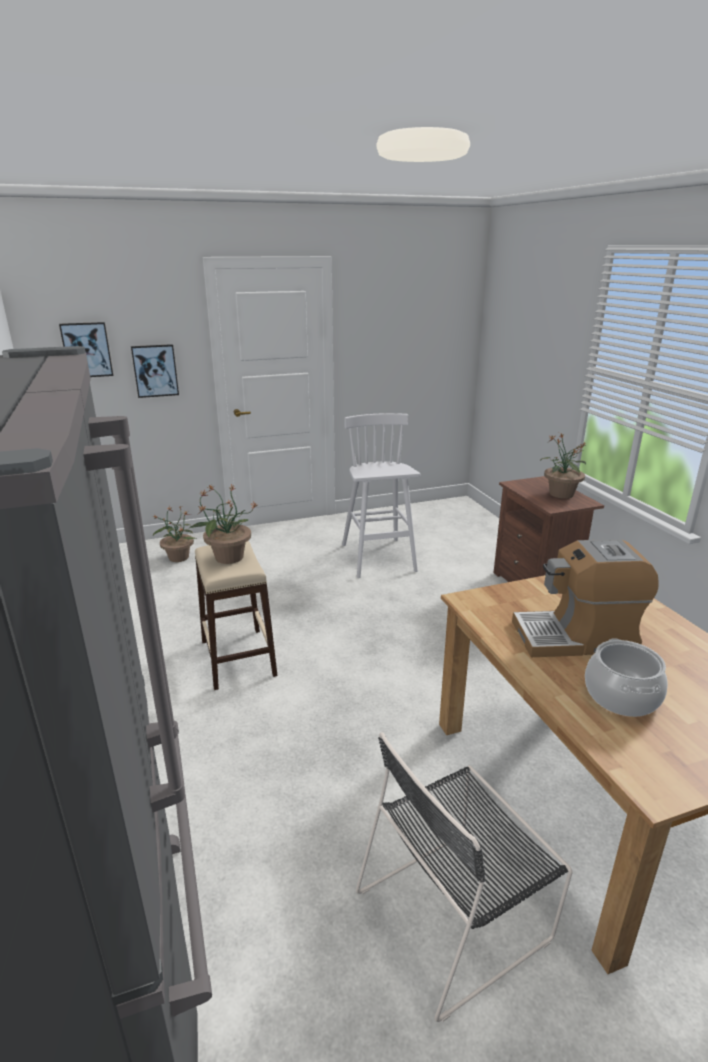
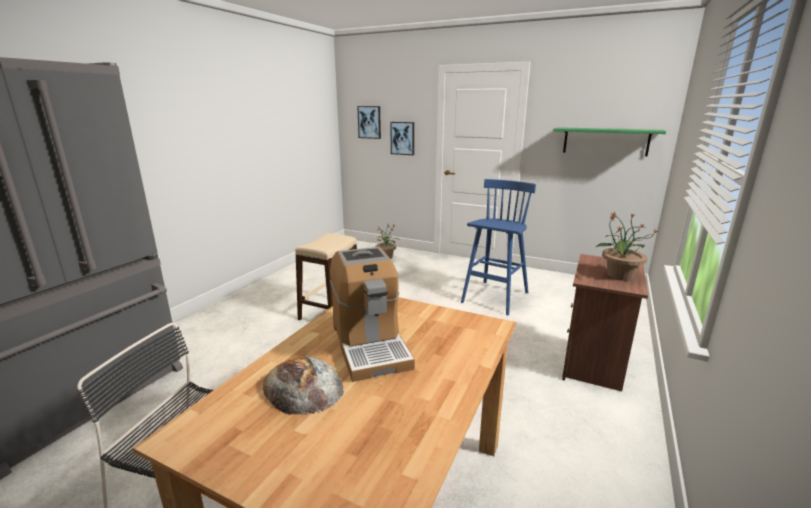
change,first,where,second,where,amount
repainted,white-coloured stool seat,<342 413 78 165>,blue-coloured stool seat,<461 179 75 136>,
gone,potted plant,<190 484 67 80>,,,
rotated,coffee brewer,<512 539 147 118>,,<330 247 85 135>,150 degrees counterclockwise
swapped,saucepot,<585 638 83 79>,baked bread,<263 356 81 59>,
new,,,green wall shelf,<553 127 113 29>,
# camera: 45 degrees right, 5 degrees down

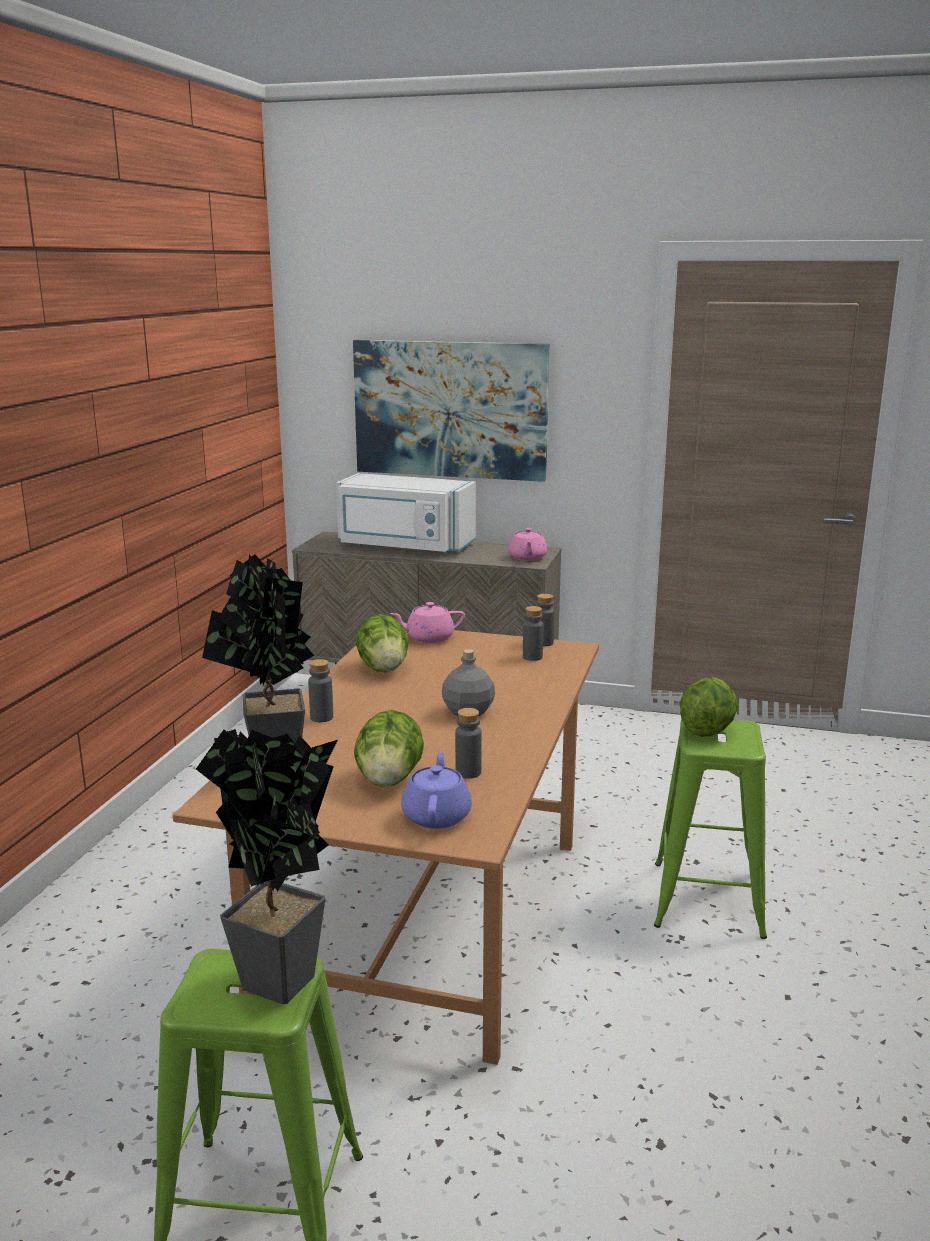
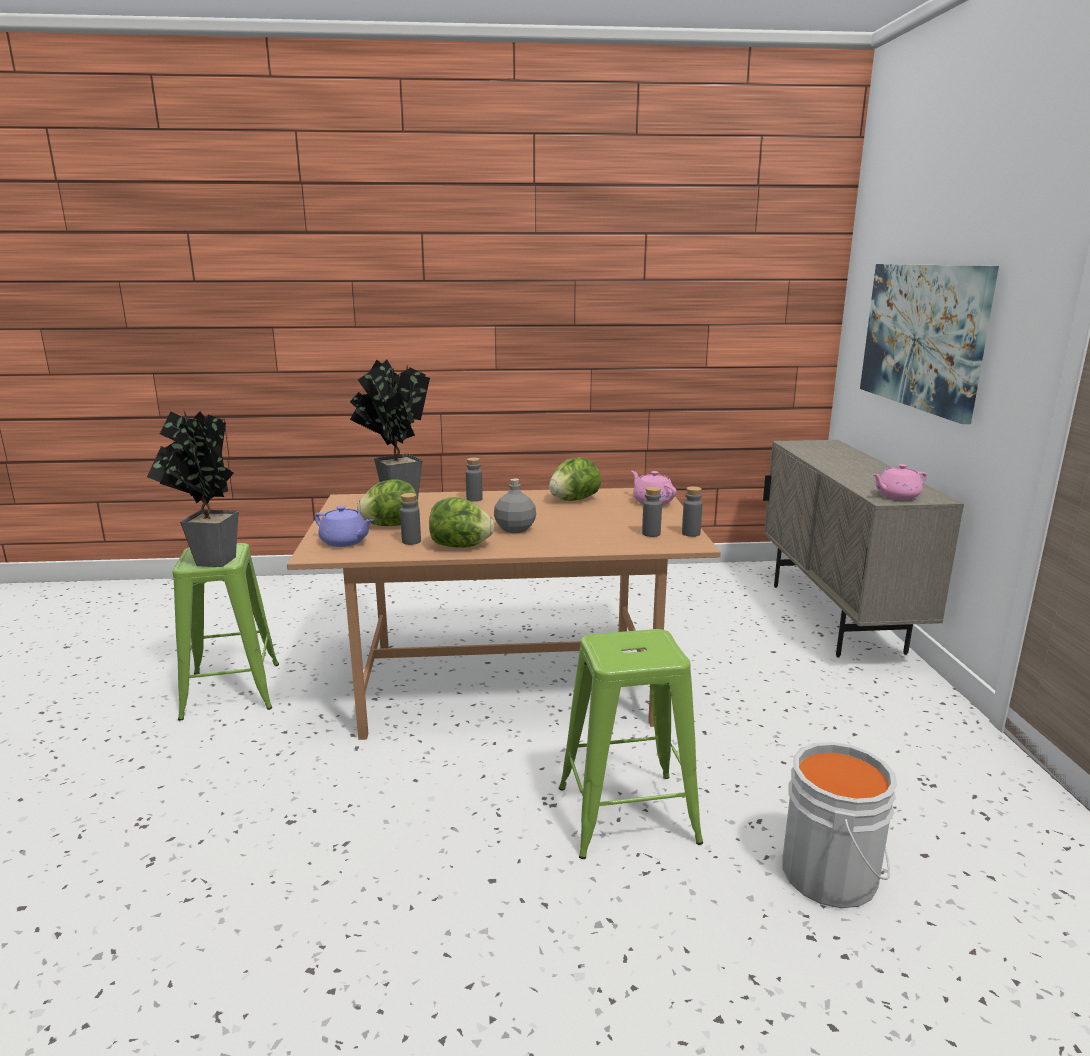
change,first,where,second,where,amount
gone,white-coloured microwave,<336 473 140 81>,,,
shifted,lettuce head,<680 677 58 60>,,<429 497 65 51>,
rotated,purple tea pot,<401 751 71 78>,,<315 506 58 41>,45 degrees clockwise
new,,,gray pail,<782 742 115 166>,
# camera: 70 degrees right, 0 degrees up

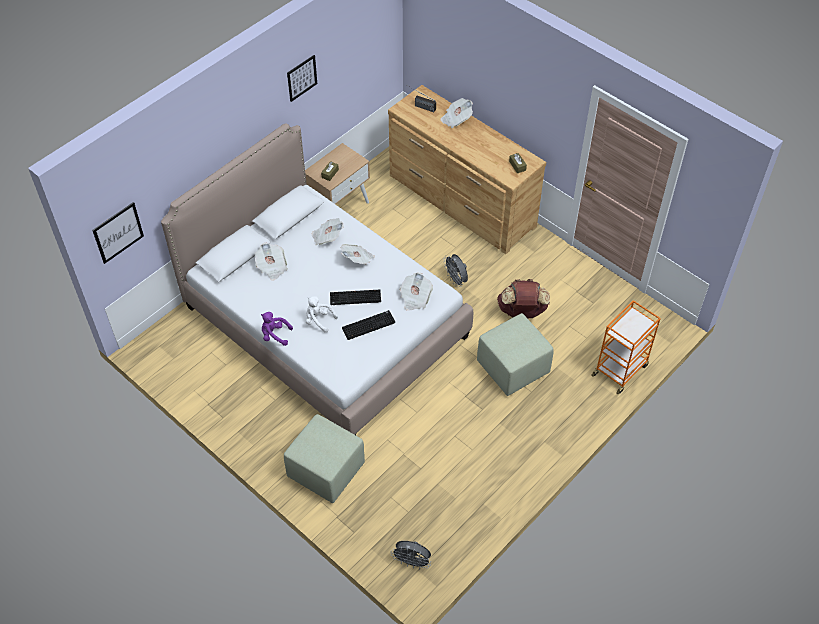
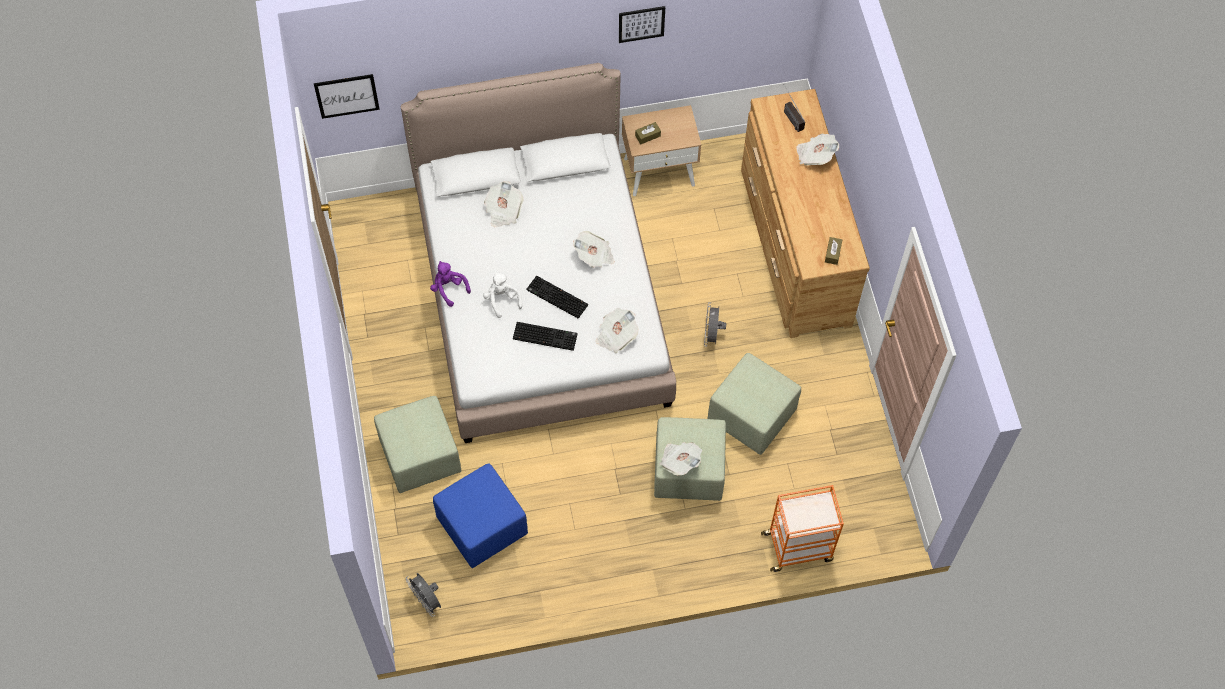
change,first,where,second,where,amount
shifted,newspaper,<311 218 33 27>,,<659 442 43 33>,
swapped,brownish knapsack,<497 279 53 39>,green pouffe,<707 353 94 102>,
new,,,blue-coloured pouffe,<433 464 95 104>,
# camera: 35 degrees right, 10 degrees up

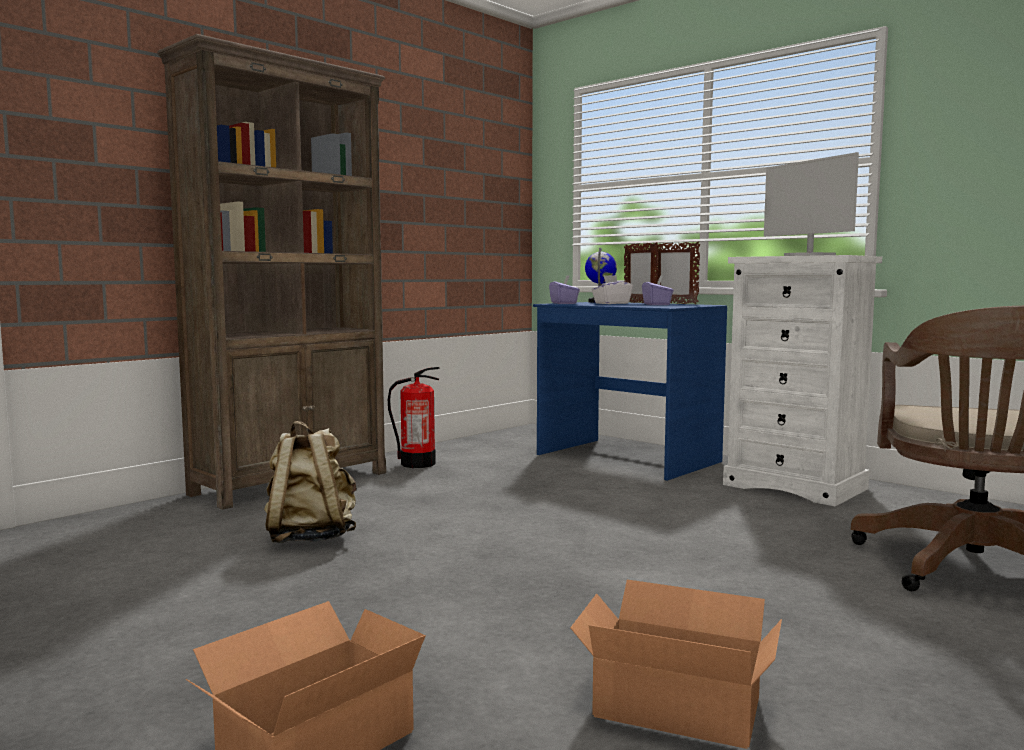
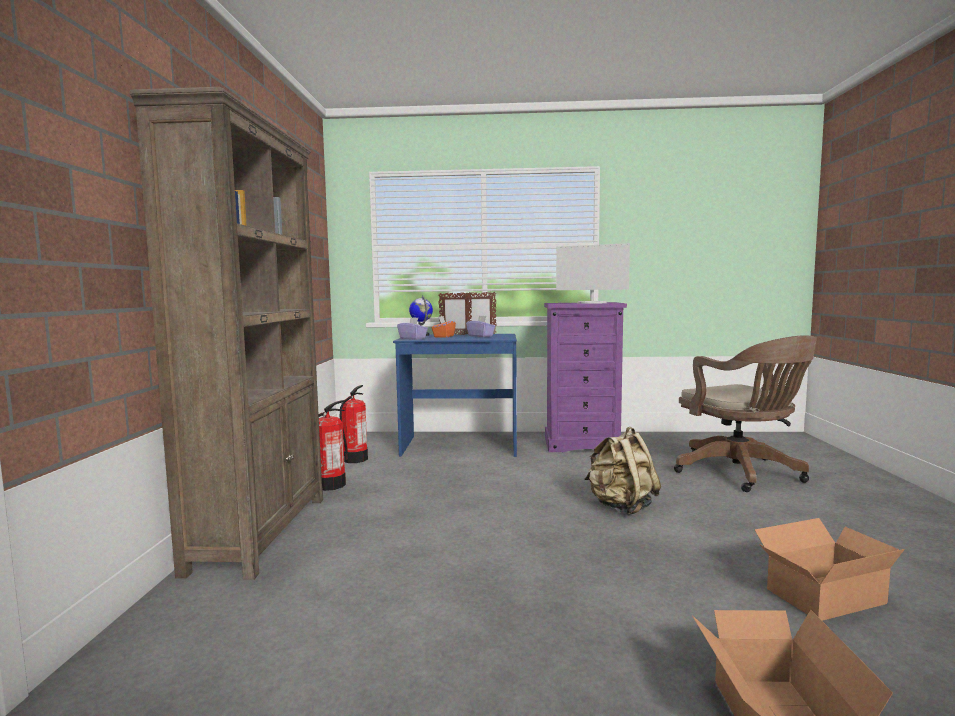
change,first,where,second,where,amount
repainted,white-coloured chest of drawers,<723 255 159 251>,purple chest of drawers,<544 302 83 150>,
repainted,white-coloured tissue holder,<592 275 41 29>,orange tissue holder,<431 316 25 22>,
shifted,beige knapsack,<264 421 93 122>,,<584 427 77 88>,
new,,,extinguisher,<340 385 28 78>,
# camera: 40 degrees left, 0 degrees up

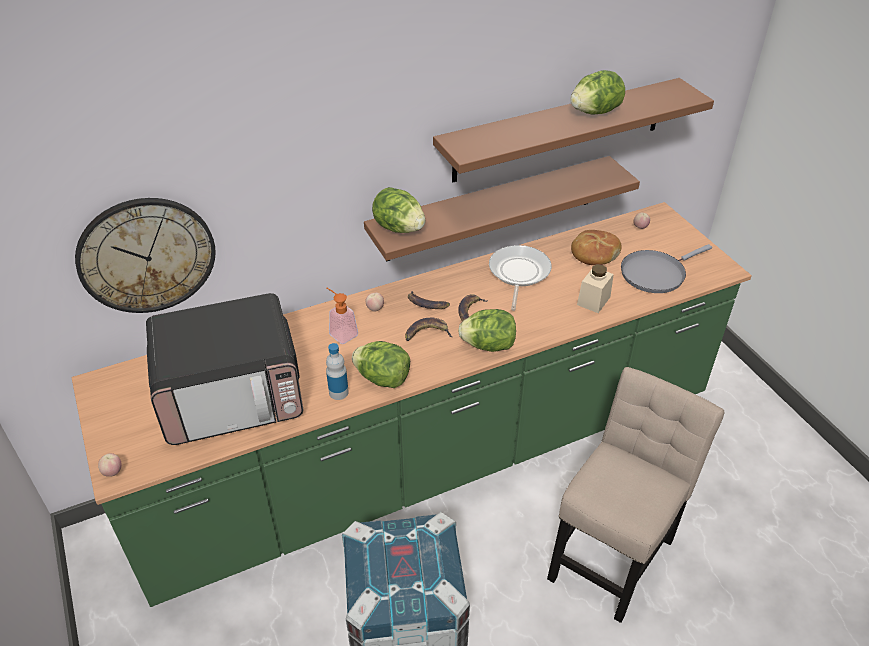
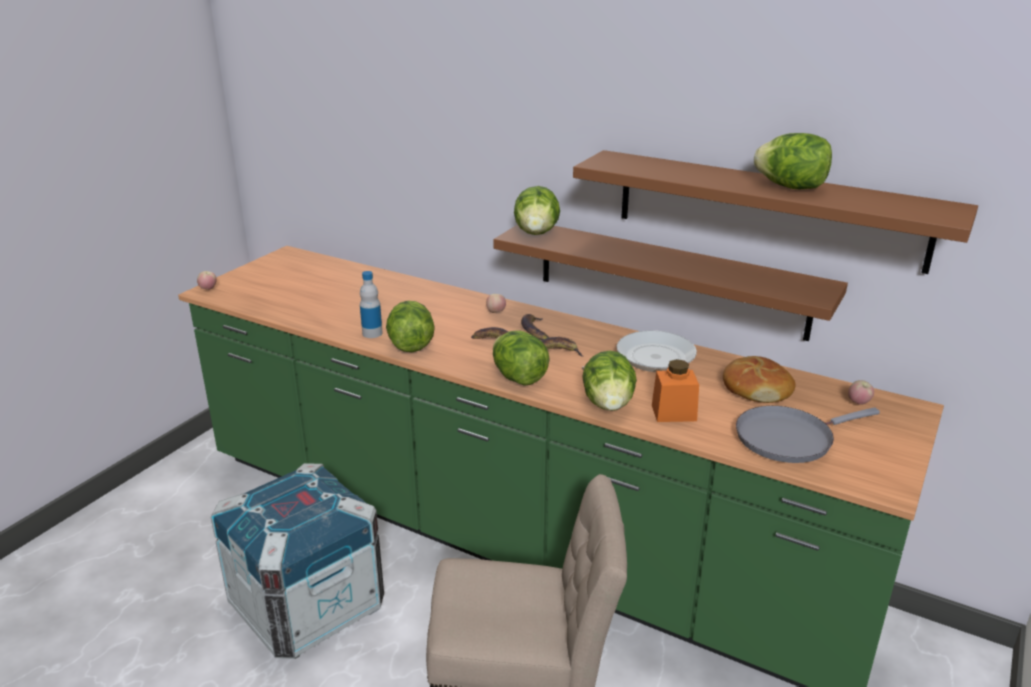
change,first,where,second,where,amount
gone,wall clock,<75 198 141 115>,,,
rotated,gray frying pan,<621 244 91 49>,,<736 406 144 57>,45 degrees counterclockwise
repainted,beige jar,<577 264 37 49>,orange jar,<652 359 47 63>,
gone,soap bottle,<326 287 32 57>,,,
gone,microwave,<146 293 157 152>,,,
new,,,lettuce head,<582 350 55 61>,
# camera: 55 degrees right, 15 degrees down

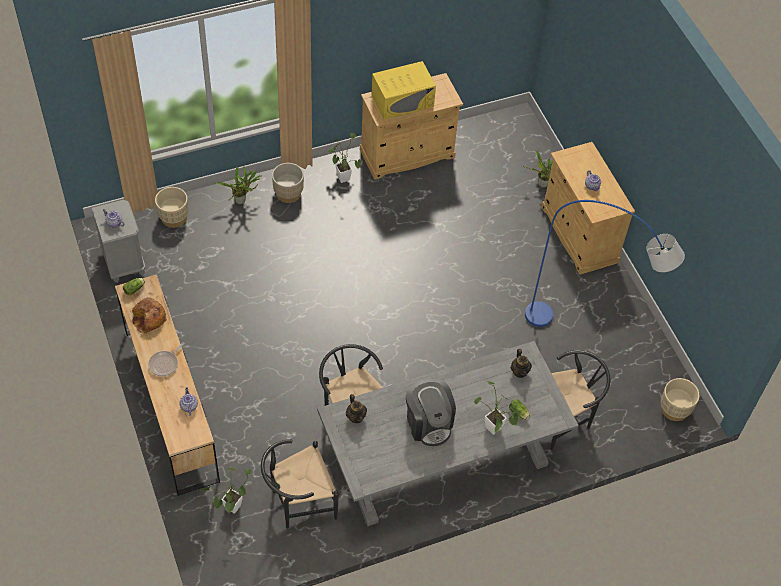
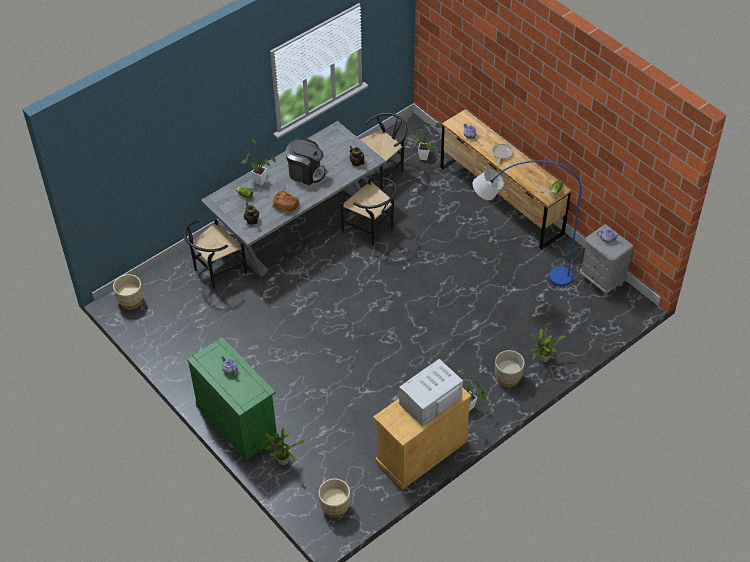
change,first,where,second,where,amount
repainted,yellow-coloured microwave,<371 61 65 59>,white-coloured microwave,<399 359 64 67>,
repainted,beige storage cabinet,<541 142 94 133>,green storage cabinet,<187 337 92 123>,
shifted,beige planter,<155 187 33 41>,,<319 479 31 39>,
shifted,blue-coloured standing lamp,<525 200 160 127>,,<473 160 108 127>,
shifted,baked bread,<132 297 35 36>,,<273 190 26 22>,
rotated,coffee brewer,<406 379 50 67>,,<286 138 40 47>,150 degrees clockwise
# camera: 165 degrees right, 5 degrees down

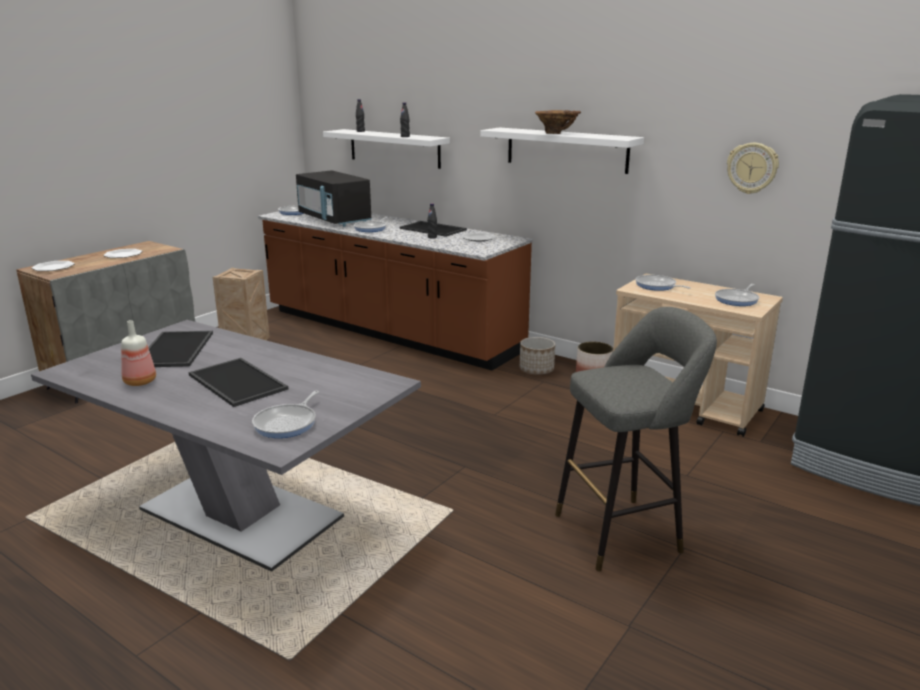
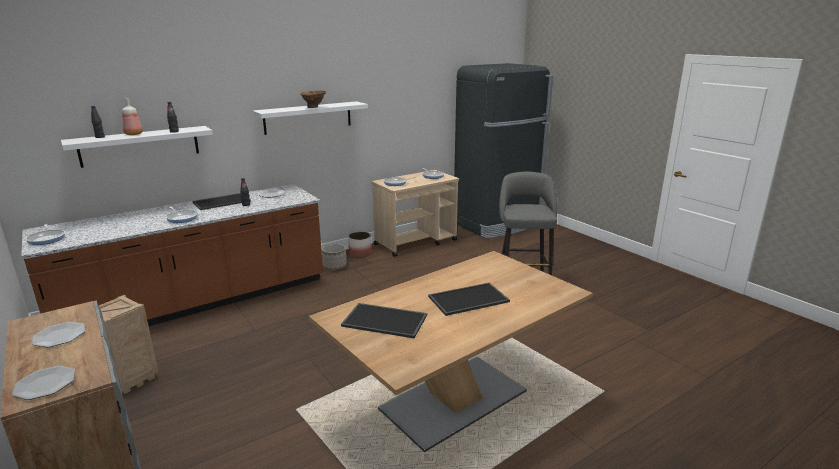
change,first,where,second,where,amount
gone,wall clock,<727 143 52 51>,,,
gone,black microwave,<296 170 76 57>,,,
repainted,gray dining table,<31 320 390 252>,brownish dining table,<309 251 284 201>,
shifted,drink bottle,<121 320 35 66>,,<122 98 21 37>,
gone,frying pan,<252 391 67 47>,,,
# camera: 70 degrees left, 0 degrees up

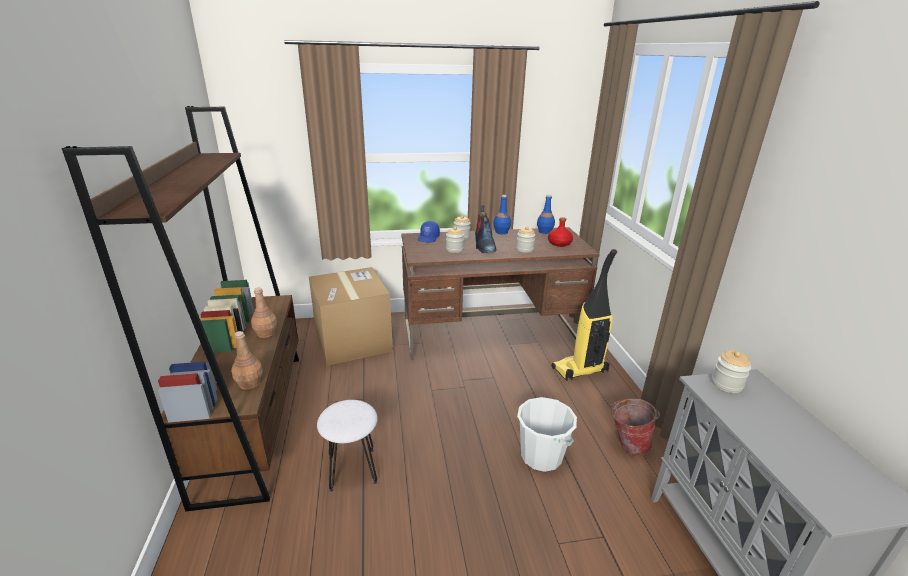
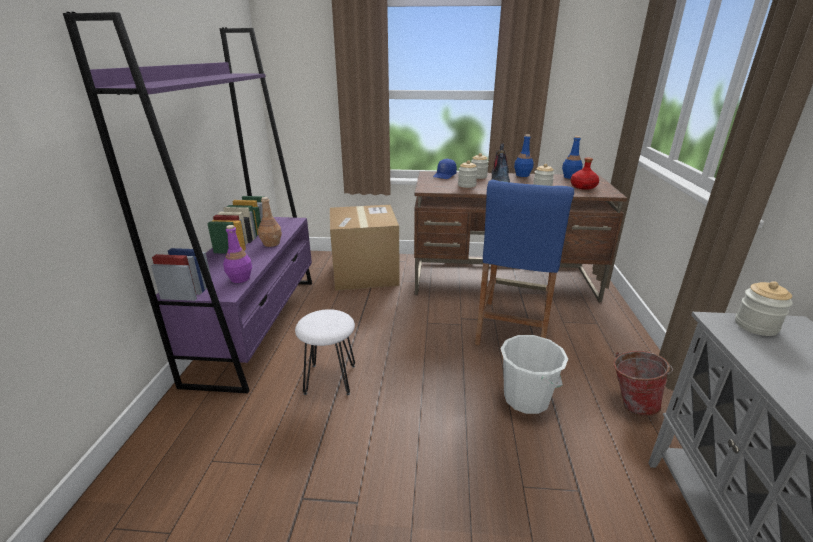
change,first,where,second,where,amount
repainted,brownish shelving unit,<62 106 237 405>,purple shelving unit,<63 12 249 381>,
gone,hoover,<552 249 65 132>,,,
repainted,brownish drink bottle,<231 331 32 59>,purple drink bottle,<223 225 29 58>,
new,,,blue-coloured stool seat,<475 180 99 165>,
# camera: 15 degrees right, 0 degrees up

